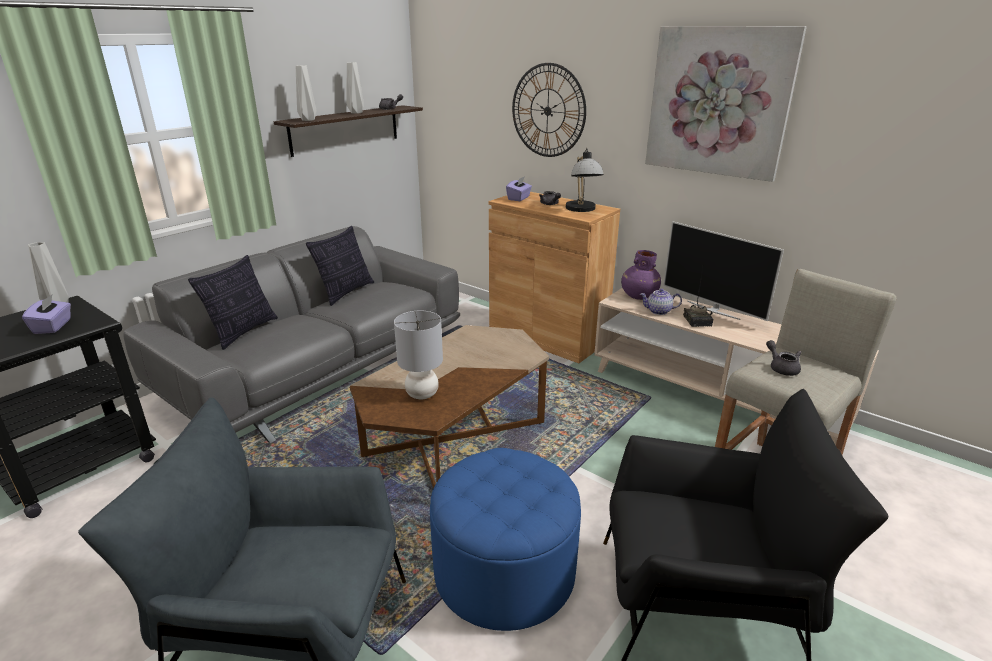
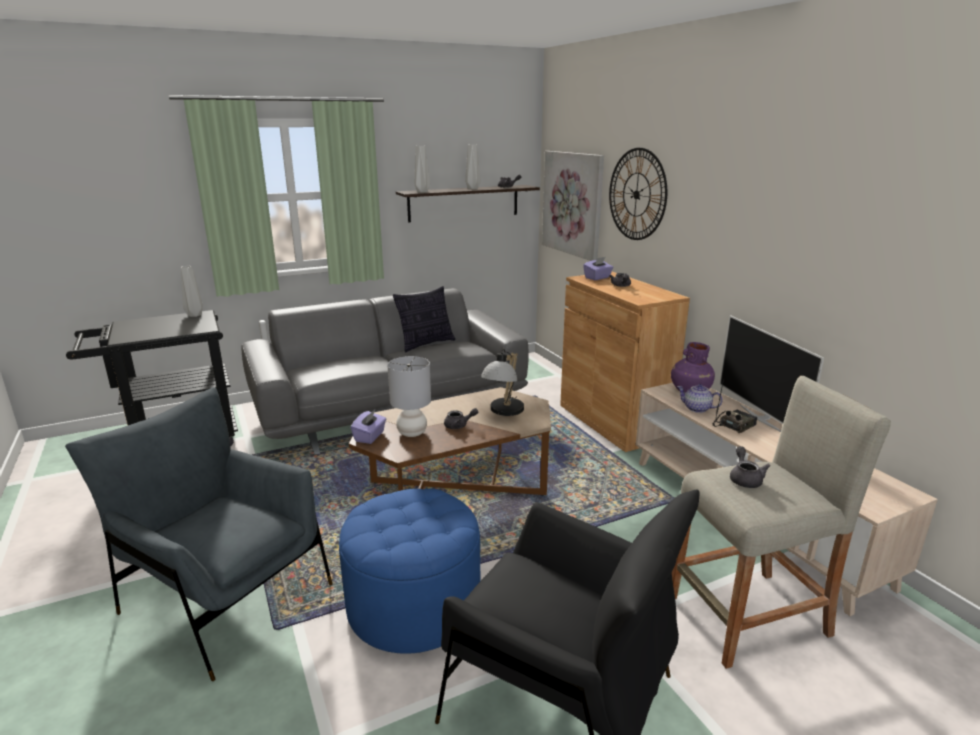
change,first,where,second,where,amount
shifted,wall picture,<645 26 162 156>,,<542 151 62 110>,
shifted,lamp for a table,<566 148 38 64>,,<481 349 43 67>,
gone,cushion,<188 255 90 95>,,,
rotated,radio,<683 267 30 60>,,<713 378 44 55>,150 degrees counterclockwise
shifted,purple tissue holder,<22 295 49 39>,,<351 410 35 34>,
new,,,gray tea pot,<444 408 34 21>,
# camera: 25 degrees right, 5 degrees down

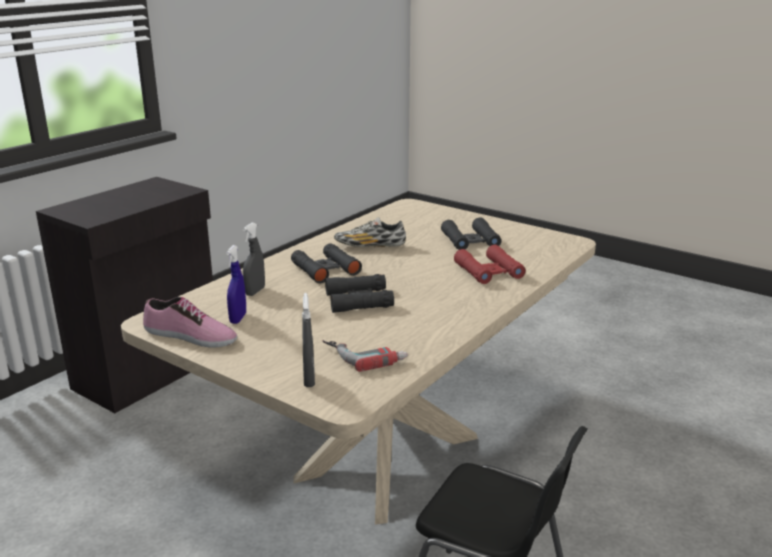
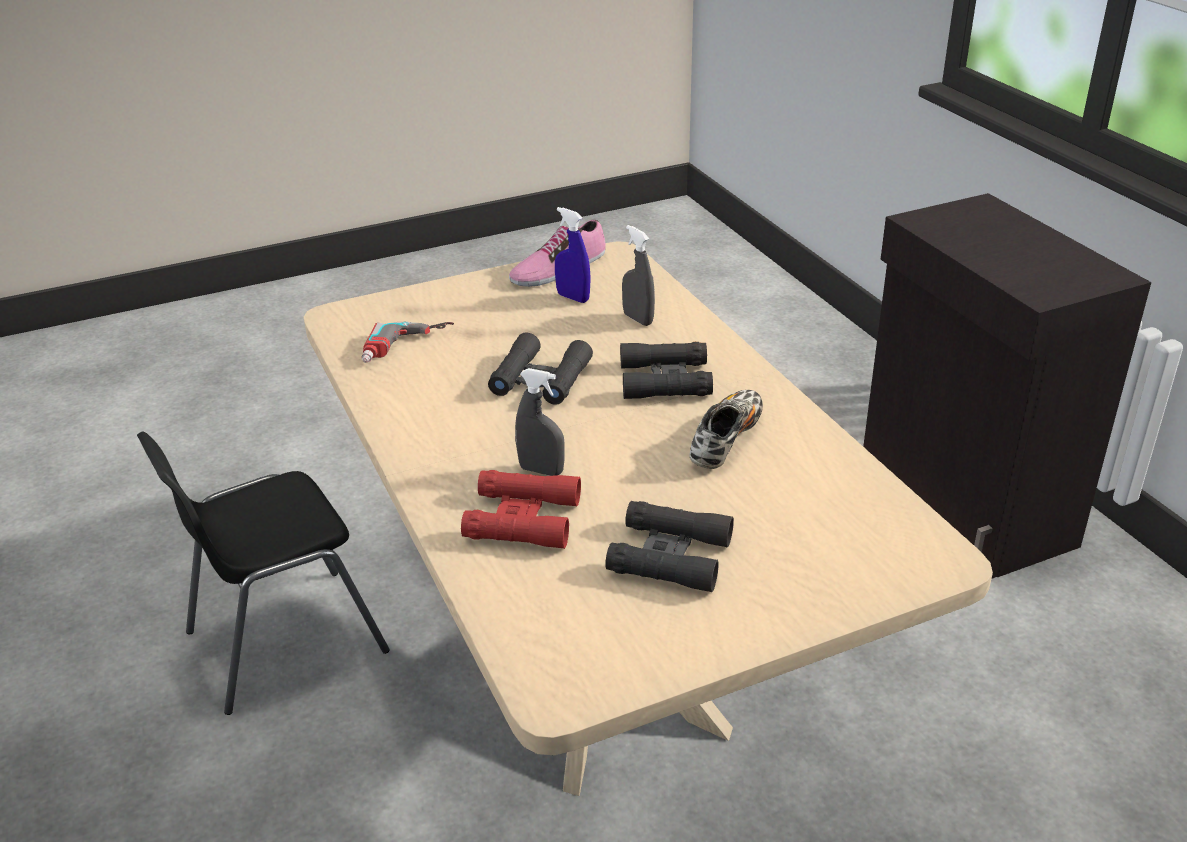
change,first,where,second,where,amount
shifted,gray sprayer,<302 293 13 94>,,<515 368 49 108>,
# camera: 120 degrees right, 10 degrees up

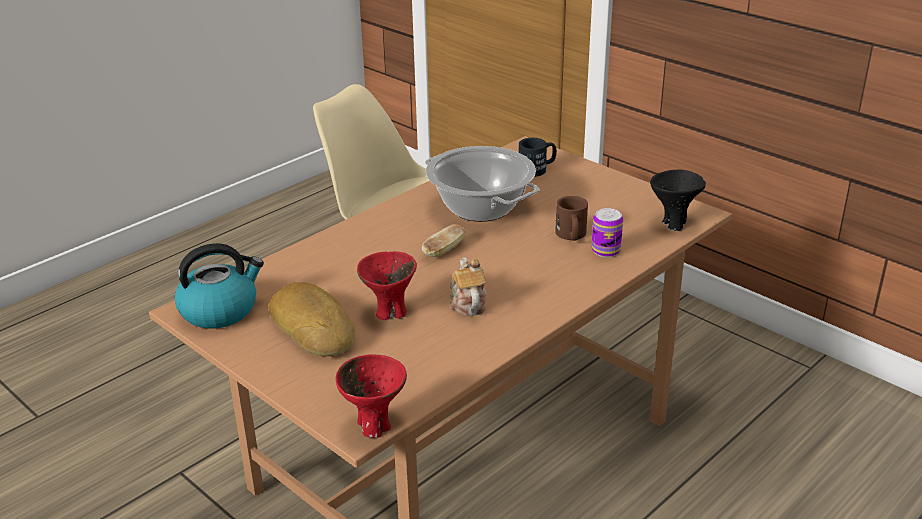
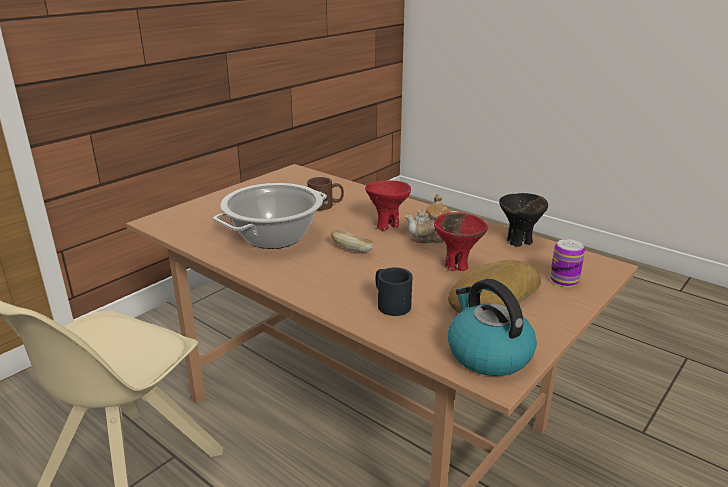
change,first,where,second,where,amount
shifted,black tea mug,<519 138 38 39>,,<376 267 37 49>,
shifted,black bowl,<650 170 56 61>,,<499 193 49 54>,
shifted,metal can,<592 208 31 49>,,<550 239 35 48>,
shifted,red bowl,<335 354 72 84>,,<365 180 46 50>,
# camera: 95 degrees left, 5 degrees down

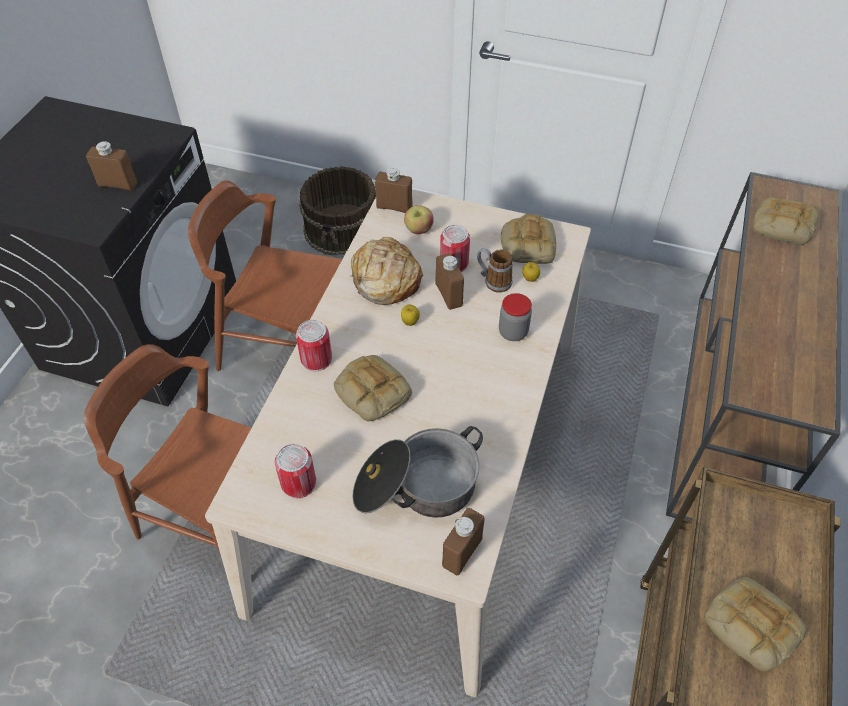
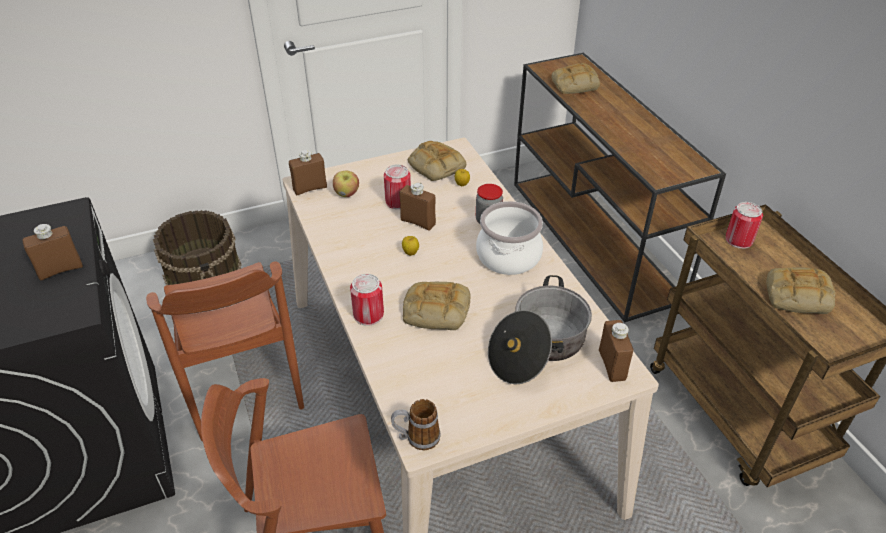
change,first,where,second,where,amount
rotated,brownish upright chair,<188 181 154 190>,,<146 262 158 179>,90 degrees counterclockwise
gone,baked bread,<349 237 74 68>,,,
shifted,tea mug,<477 248 36 45>,,<391 399 49 51>,
shifted,metal can,<275 444 41 54>,,<726 202 37 47>,
new,,,saucepot,<476 201 67 74>,
# camera: 40 degrees left, 10 degrees down

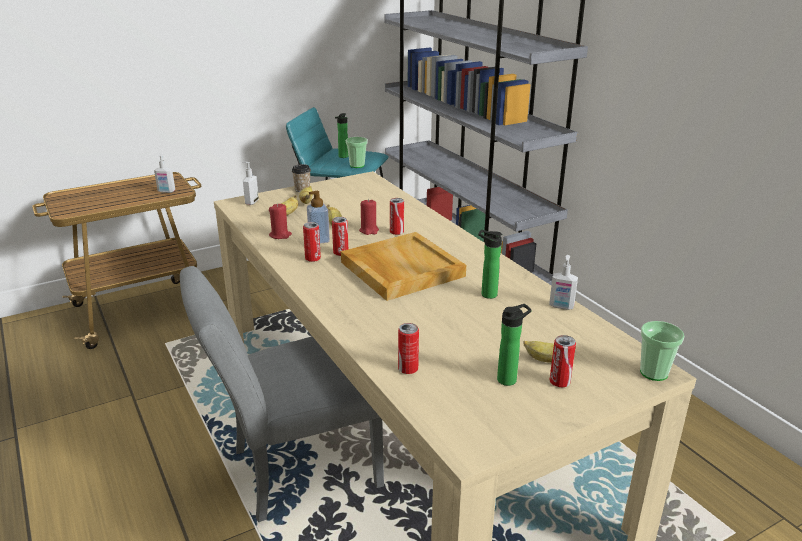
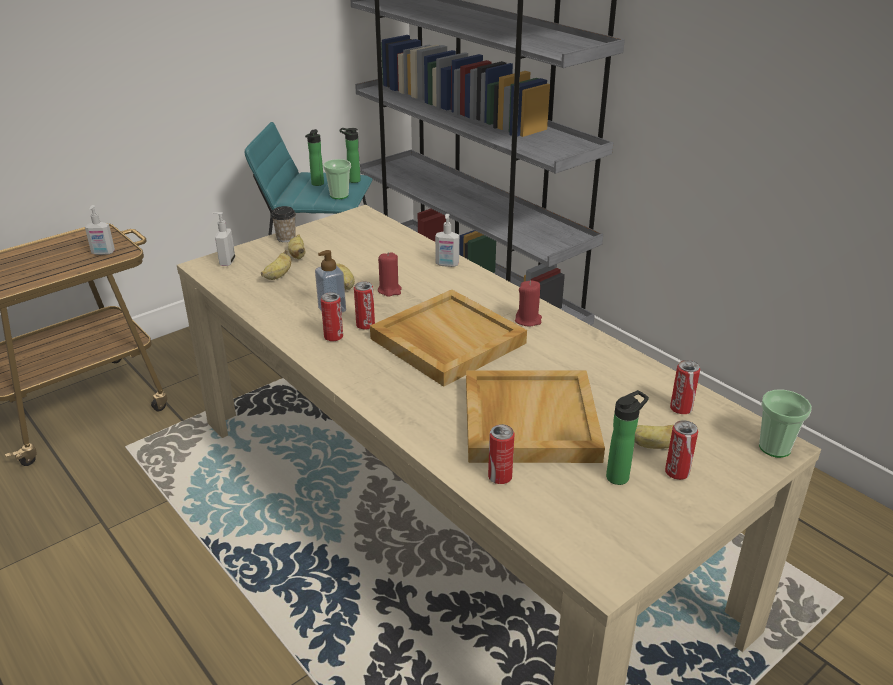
change,first,where,second,where,amount
shifted,metal can,<390 198 14 37>,,<670 360 30 54>,
shifted,red candle,<269 203 23 36>,,<515 280 27 46>,
shifted,drink bottle,<478 230 25 69>,,<339 128 22 55>,
shifted,soap bottle,<549 255 29 55>,,<435 214 24 53>,
gone,gray upright chair,<180 266 204 256>,,,
new,,,beige tray,<466 370 139 93>,
# camera: 10 degrees left, 5 degrees up

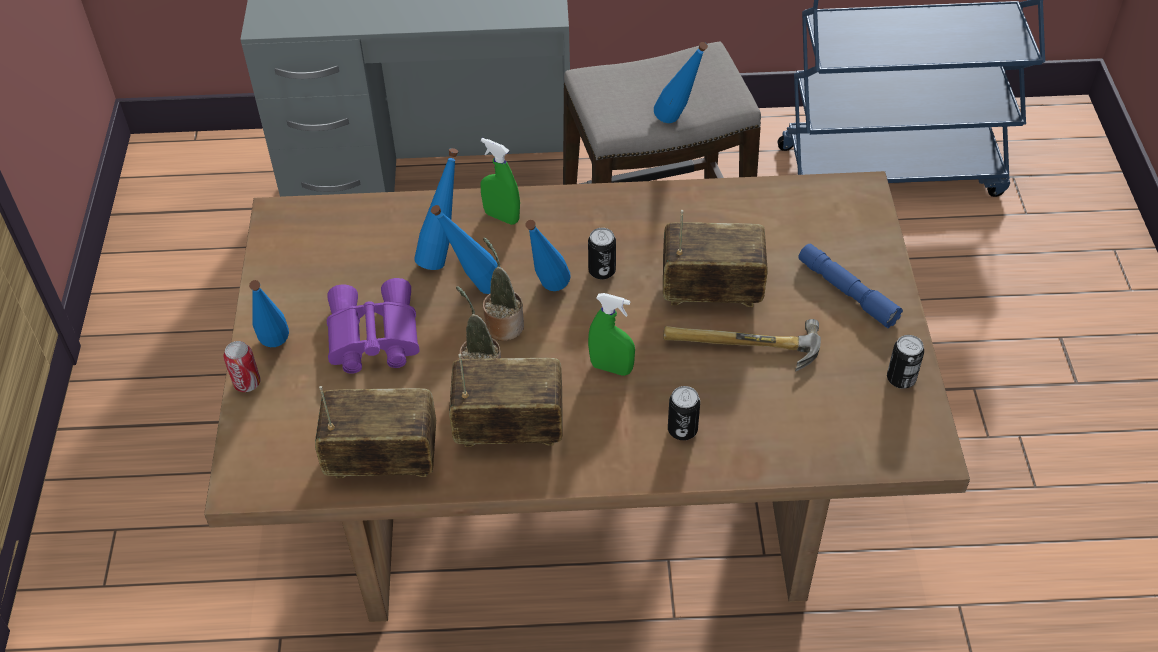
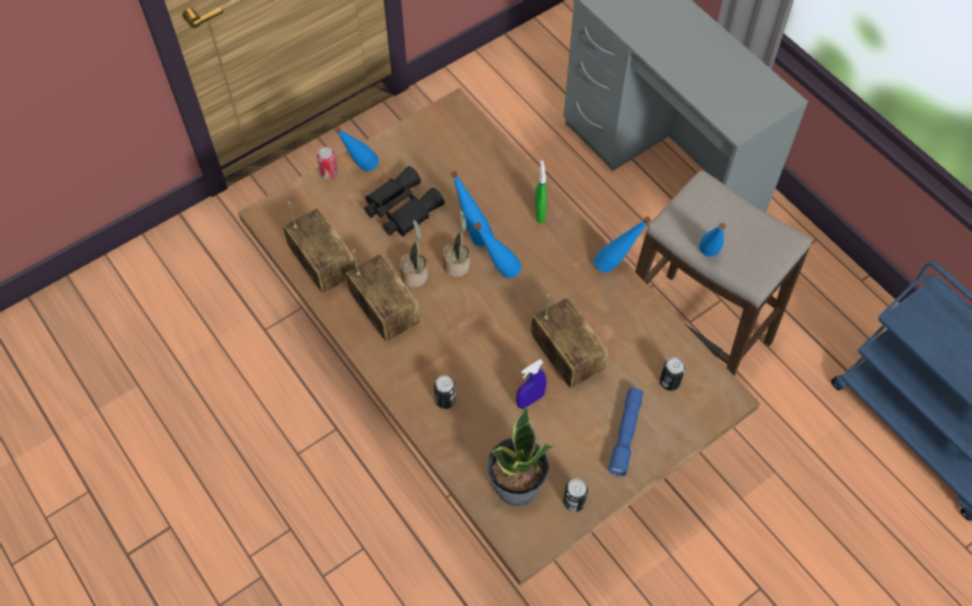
change,first,where,second,where,amount
shifted,blue-coloured drink bottle,<414 148 44 122>,,<594 216 57 57>,
shifted,metal can,<588 228 28 51>,,<660 357 25 34>,
repainted,purple pair of binoculars,<327 278 92 96>,black pair of binoculars,<364 166 81 71>,
gone,green sprayer,<588 293 47 83>,,,
swapped,hammer,<663 319 158 53>,blue-coloured sprayer,<516 359 30 50>,
new,,,potted plant,<486 406 68 100>,
# camera: 55 degrees right, 10 degrees up

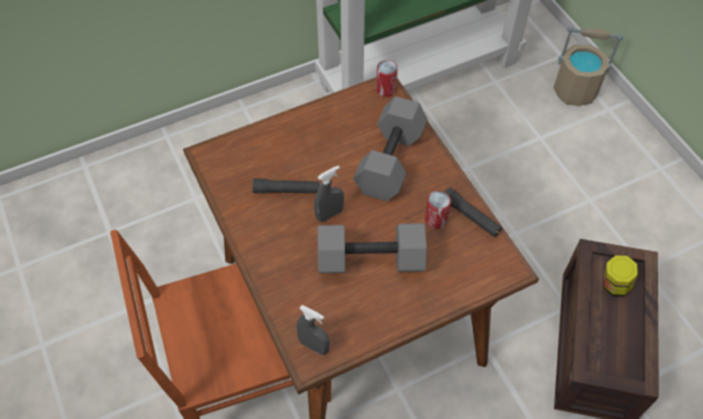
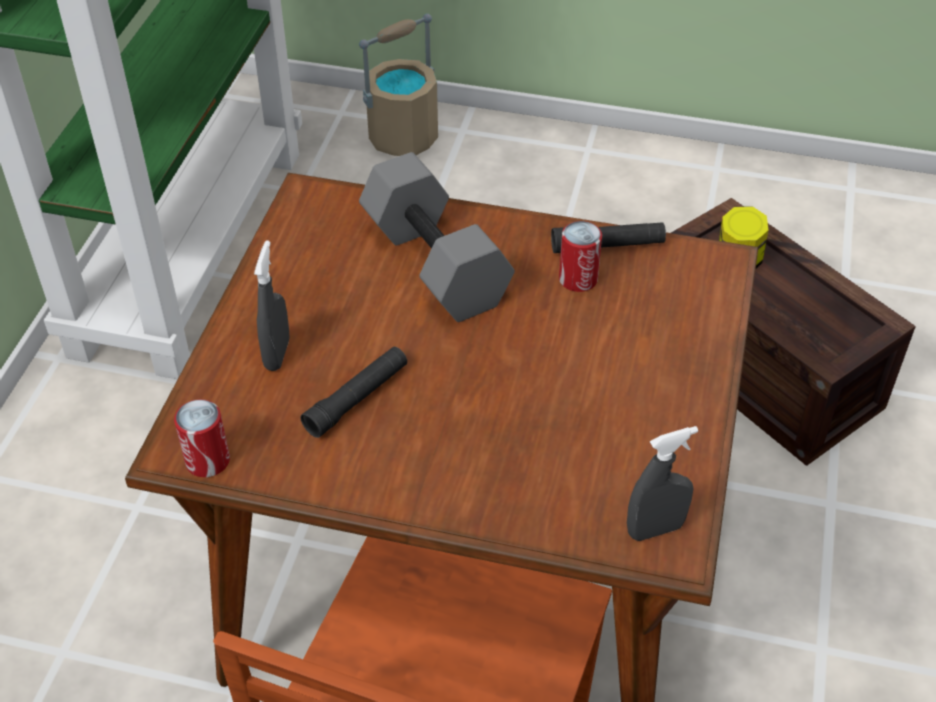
change,first,where,second,where,amount
shifted,metal can,<376 60 22 37>,,<174 399 56 78>,
shifted,gray sprayer,<314 166 30 56>,,<254 240 36 131>,
gone,gray hand weight,<318 223 109 50>,,,
# camera: 50 degrees left, 10 degrees down

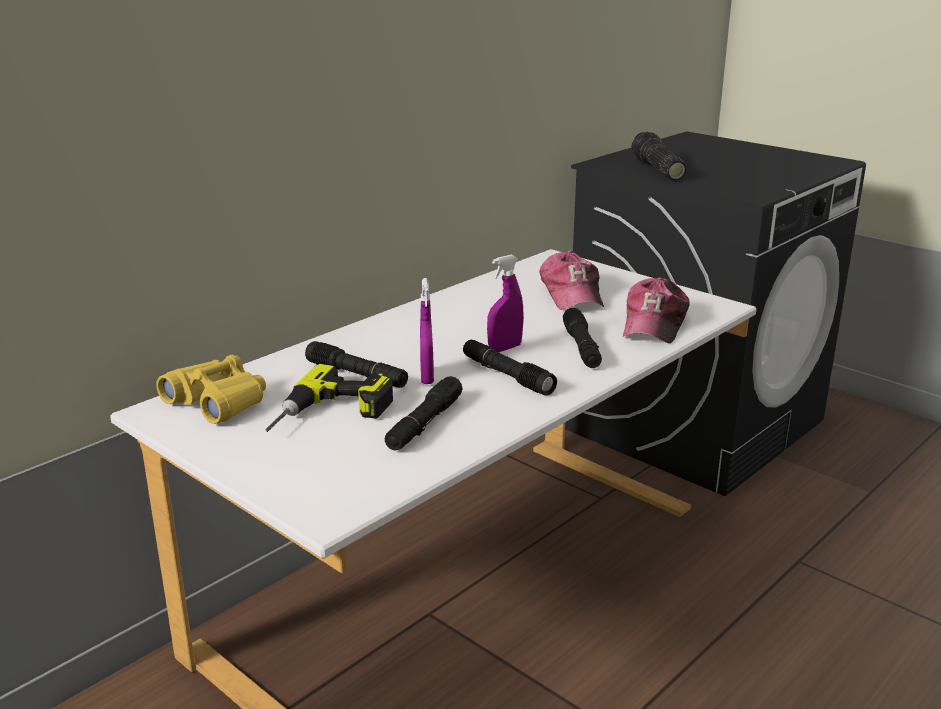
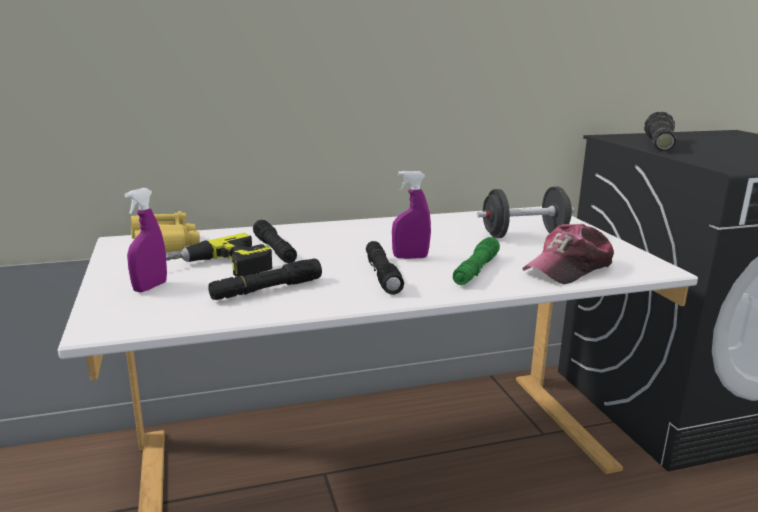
change,first,where,second,where,amount
swapped,peaked cap,<539 251 65 59>,black hand weight,<477 187 98 51>,
shifted,purple sprayer,<420 278 14 106>,,<124 188 43 104>,
repainted,black hand torch,<563 308 39 60>,green hand torch,<453 237 47 48>,
# camera: 30 degrees right, 5 degrees down

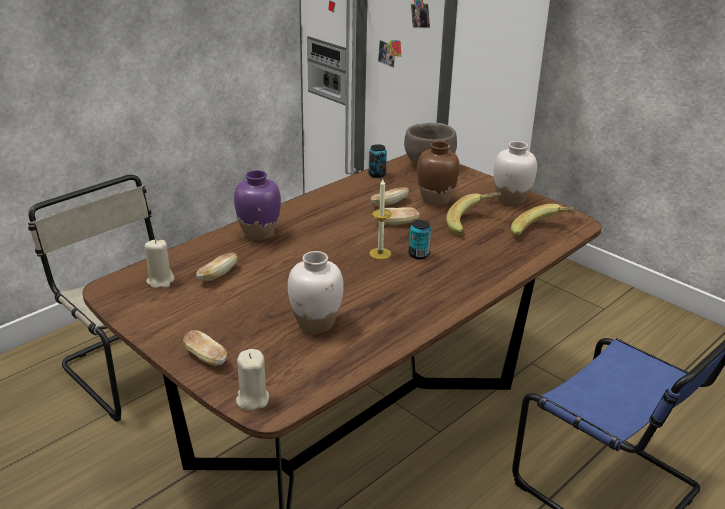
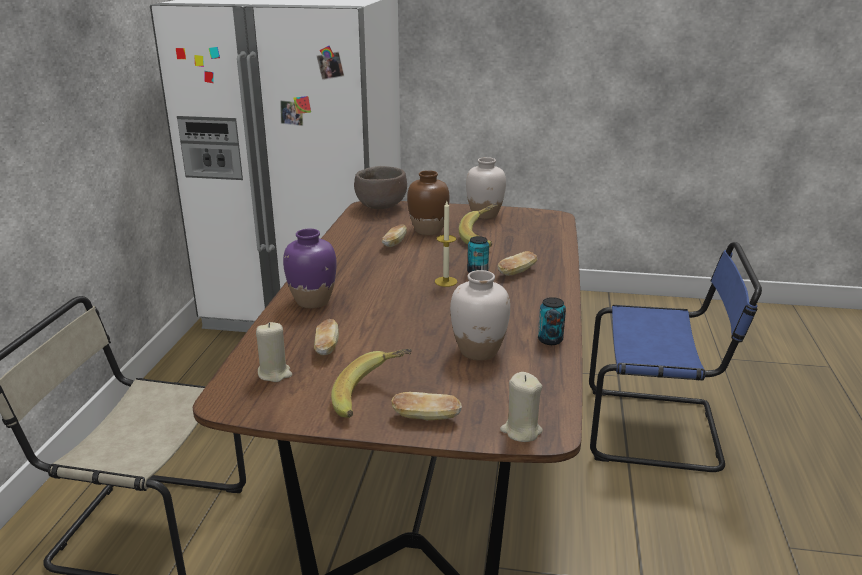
change,first,where,second,where,amount
shifted,metal can,<369 144 18 34>,,<538 297 28 48>,
shifted,whole banana,<511 204 66 33>,,<331 349 81 69>,
shifted,baked bread,<373 207 47 18>,,<497 251 40 25>,
# camera: 35 degrees left, 5 degrees down

